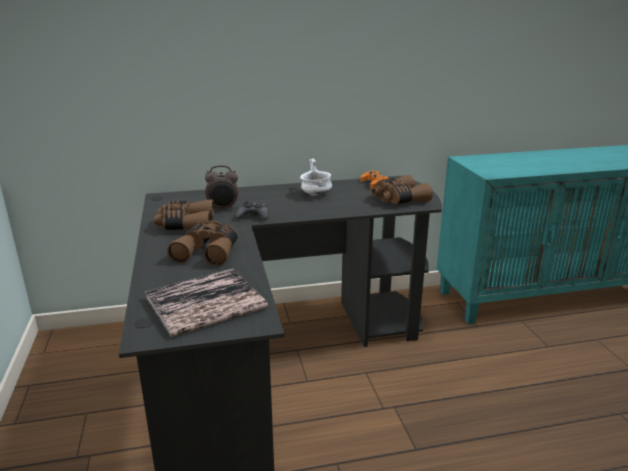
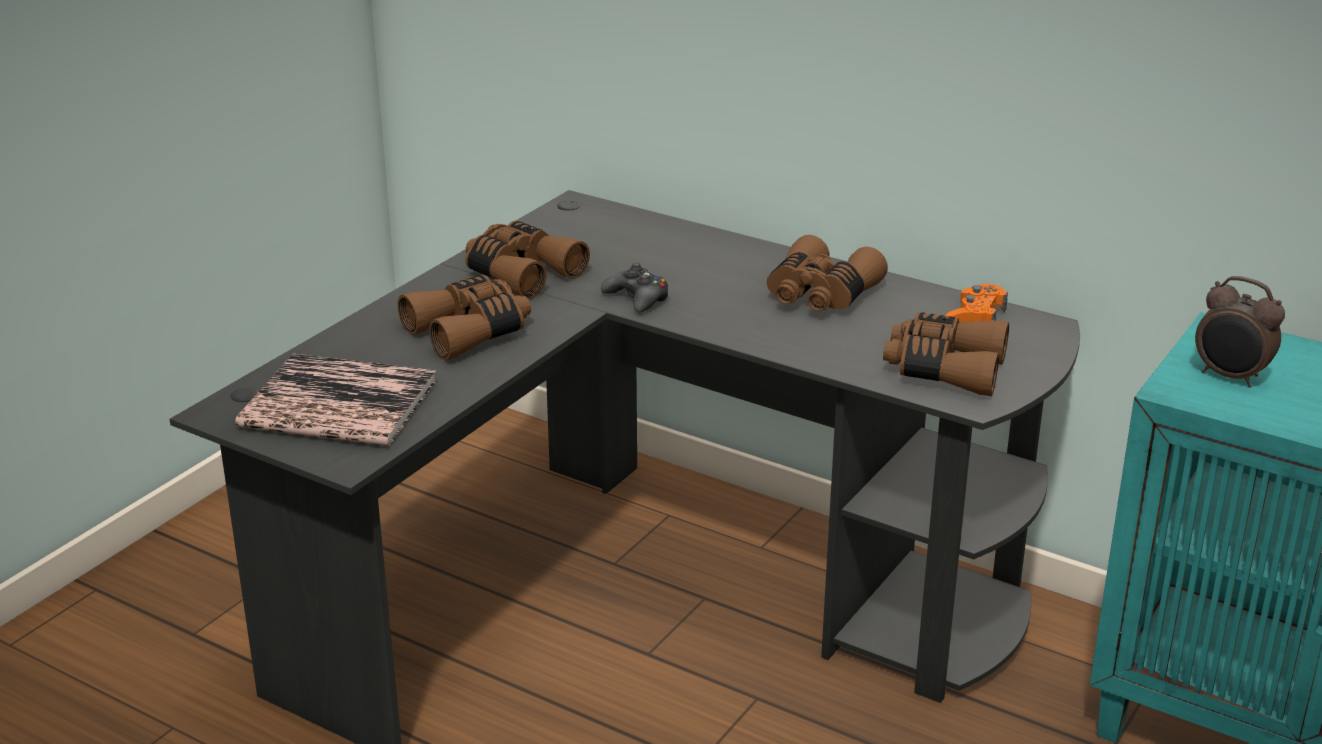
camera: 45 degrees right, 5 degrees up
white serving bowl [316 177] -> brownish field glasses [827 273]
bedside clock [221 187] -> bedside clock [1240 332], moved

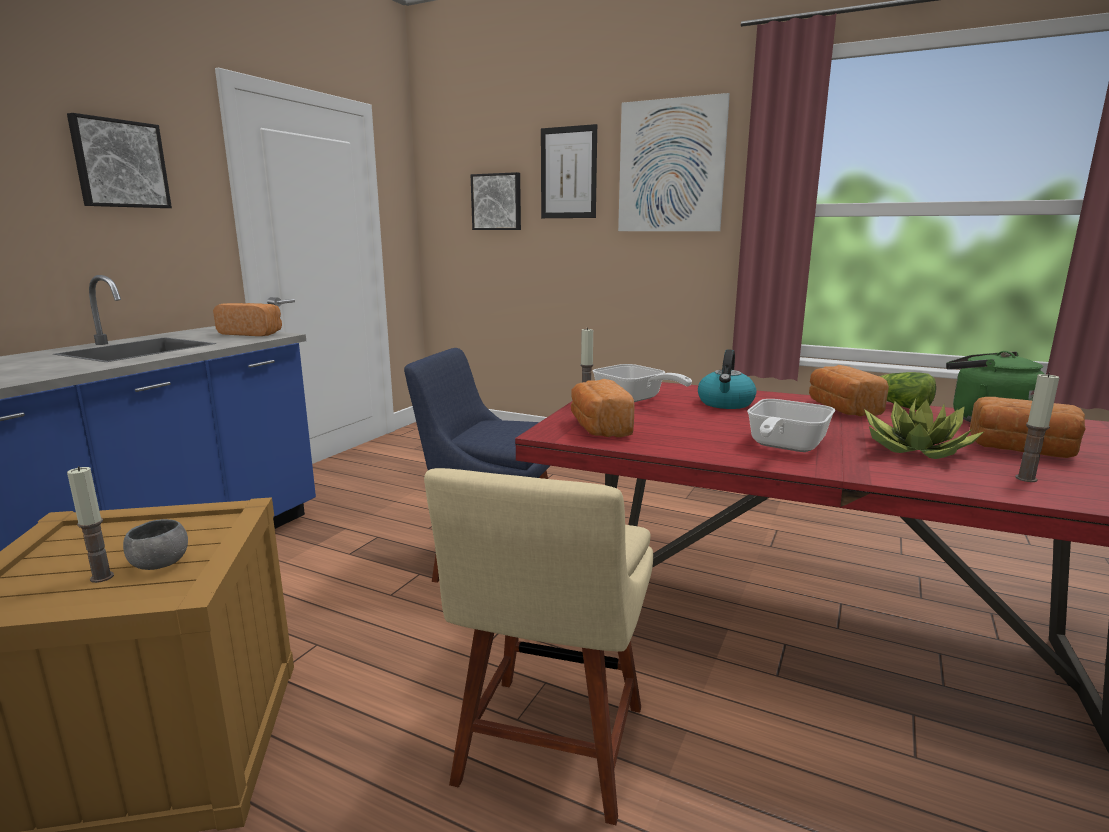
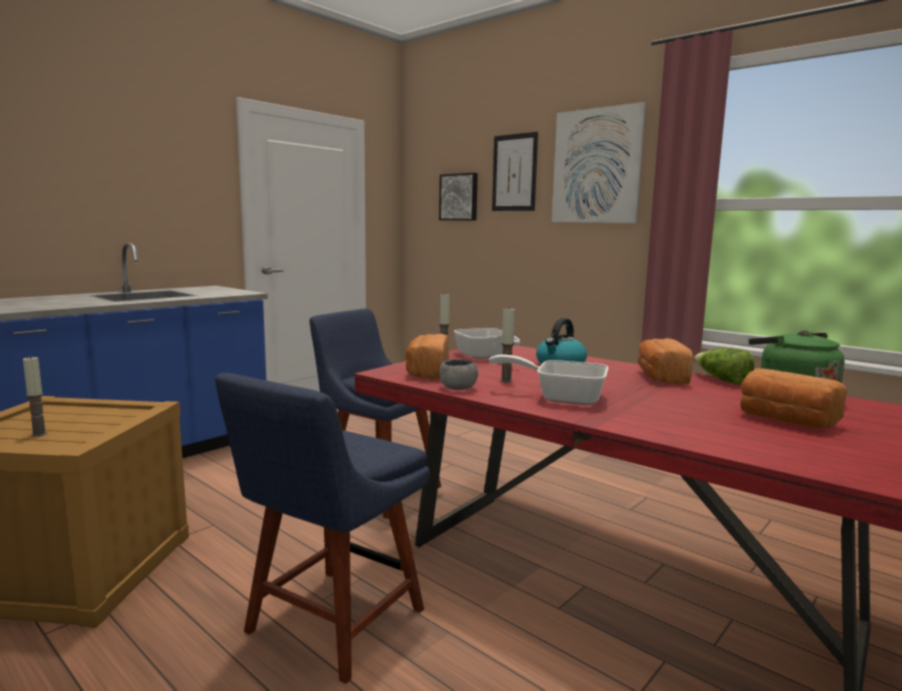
camera: 15 degrees right, 5 degrees down
beige-coloured upright chair [538 646] -> bluish upright chair [322 528]
grey serving bowl [155 544] -> grey serving bowl [458 374], moved
pan [791 425] -> pan [548 380], 60 degrees clockwise
candle [1037 427] -> candle [507 345], moved
picture [119 160] -> none
baked bread [247 319] -> none
houseplant [923 429] -> none

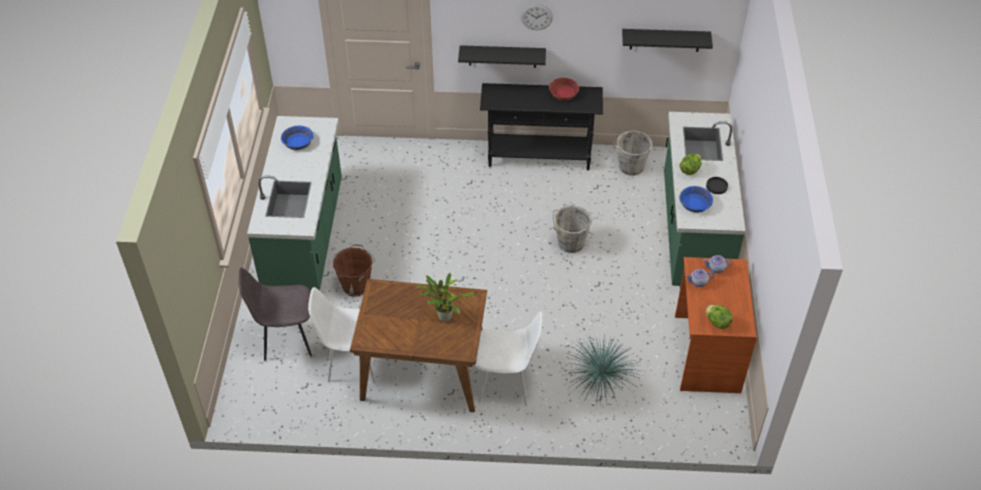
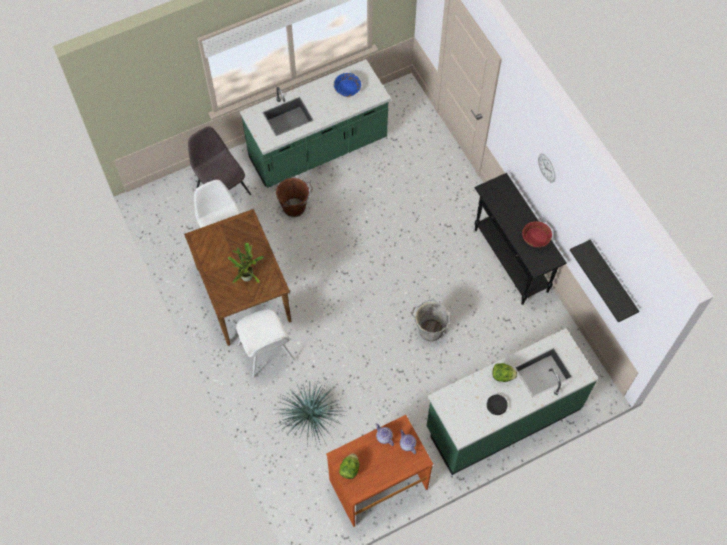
camera: 60 degrees right, 15 degrees up
blackish bracket shelf [502 56] -> none
grey bucket [632 153] -> none
bluish serving bowl [696 199] -> none

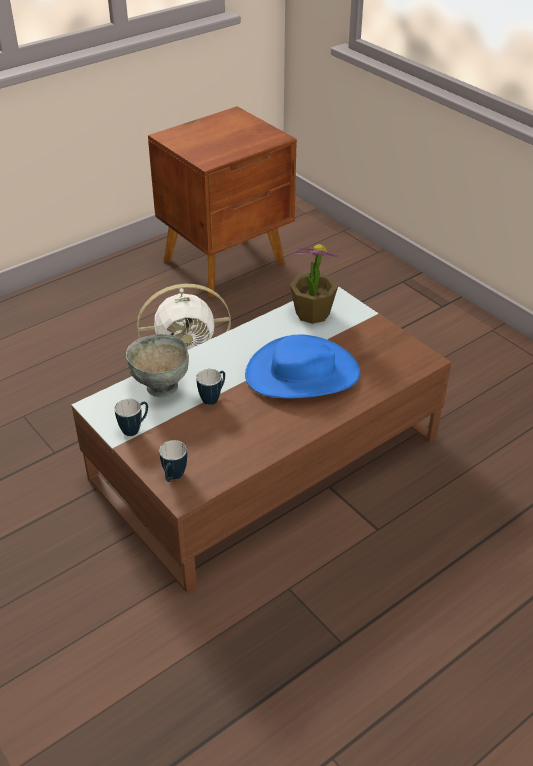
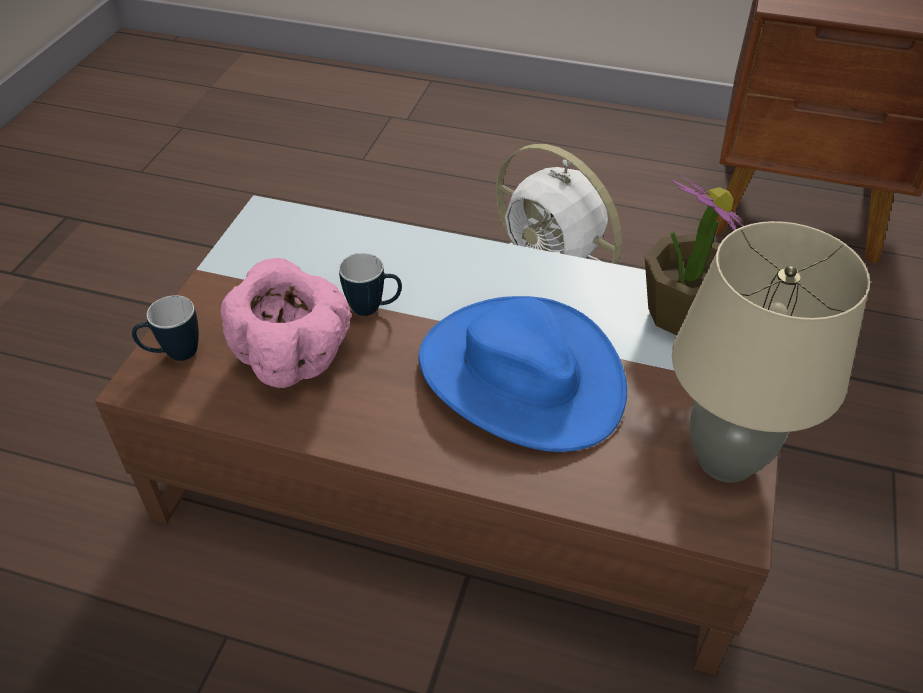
camera: 55 degrees right, 5 degrees up
none -> pink serving bowl [285 323]
none -> beige-coloured tabletop lamp [771 352]
mug [131 417] -> none
grey serving bowl [157 365] -> none

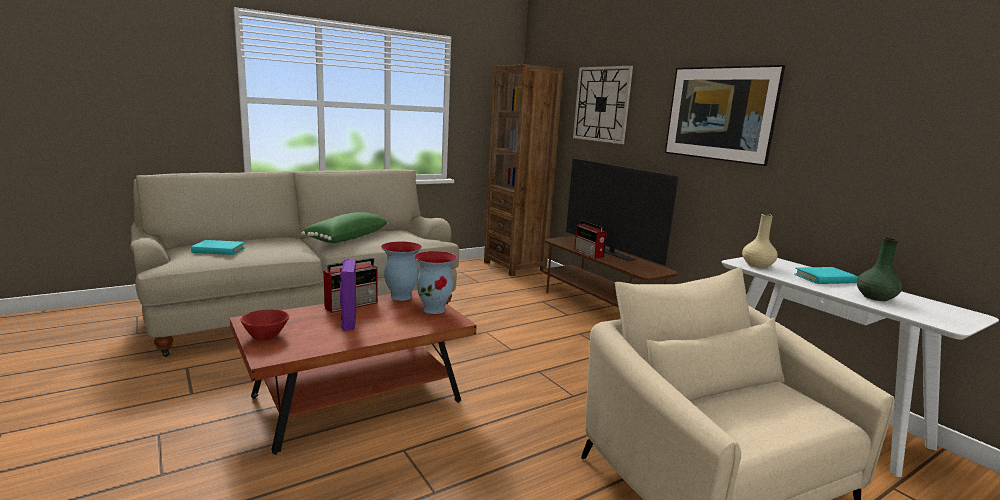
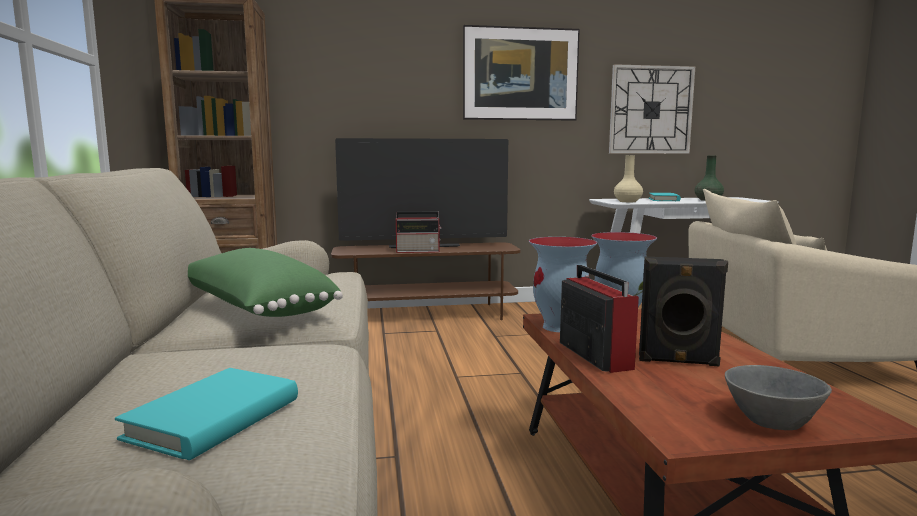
camera: 65 degrees left, 5 degrees down
hanging clock [603 105] -> hanging clock [652 109], moved
purplish speaker [348 295] -> blackish speaker [683 312]
red serving bowl [265 325] -> grey serving bowl [778 397]

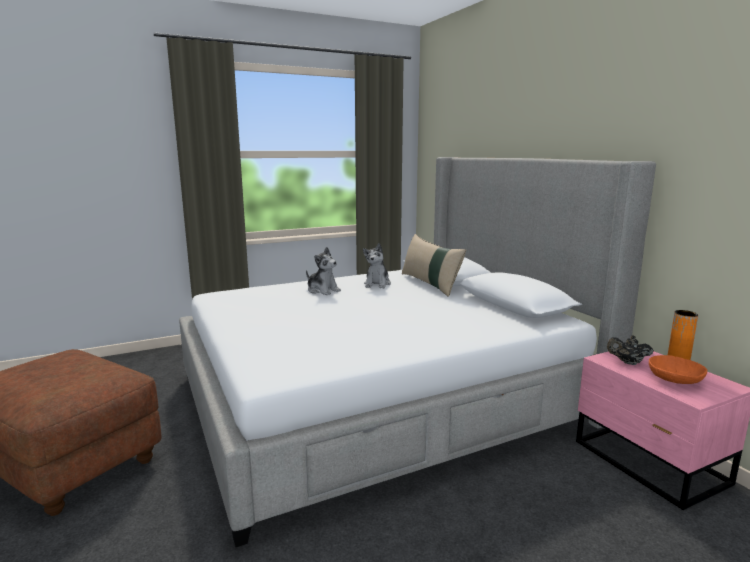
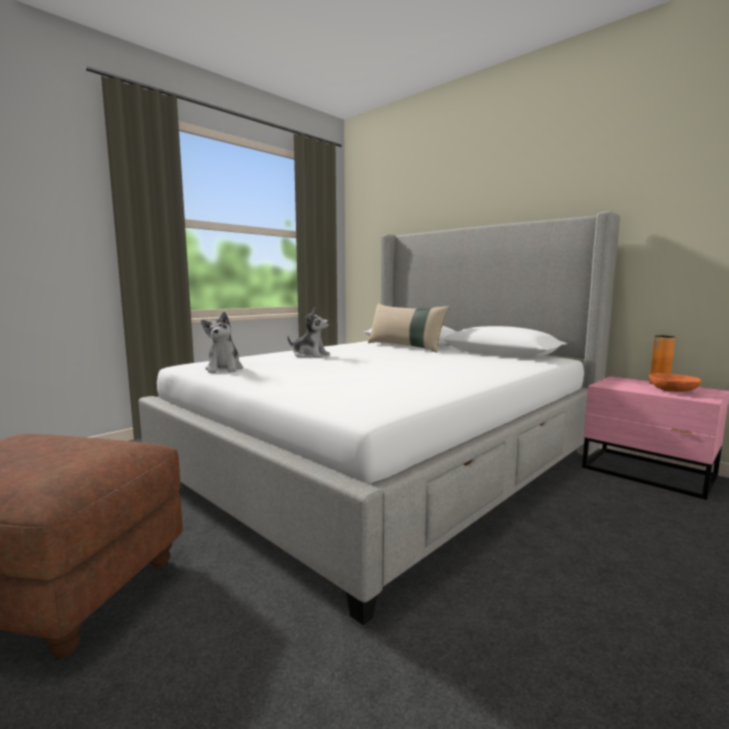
camera: 20 degrees left, 5 degrees down
plush toy [377 265] -> plush toy [222 342], moved
blackish tea pot [630 350] -> none

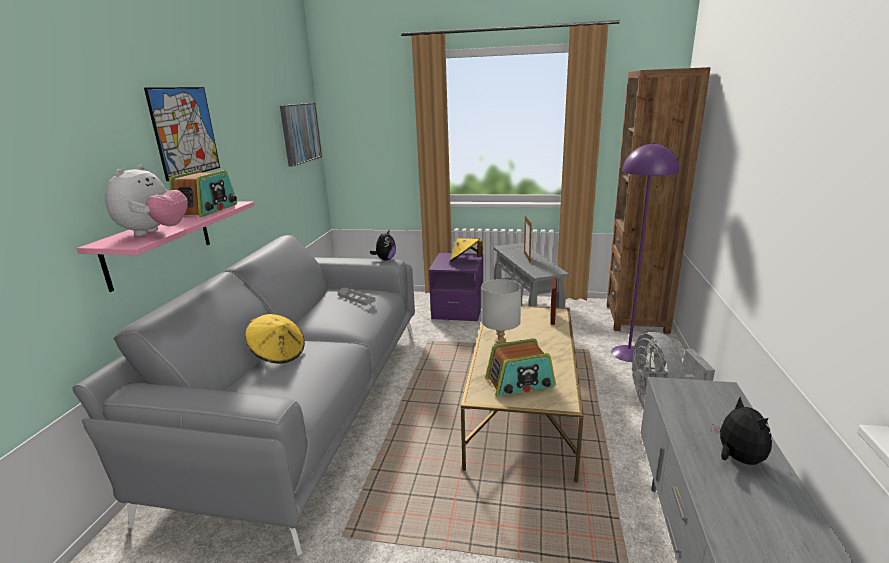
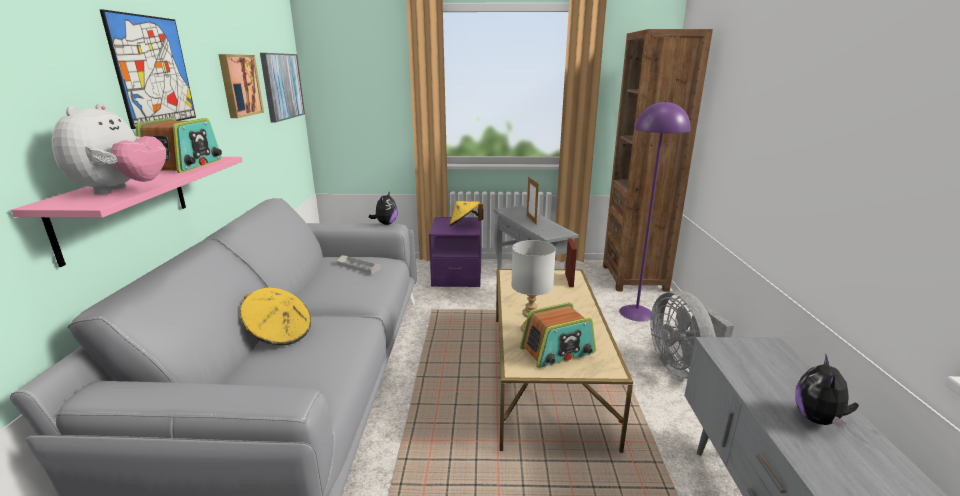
camera: 10 degrees left, 0 degrees up
none -> picture [241 86]
plush toy [742 431] -> plush toy [827 392], 135 degrees counterclockwise

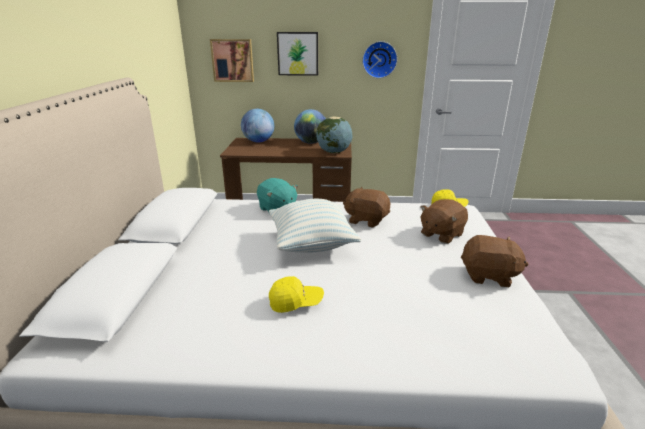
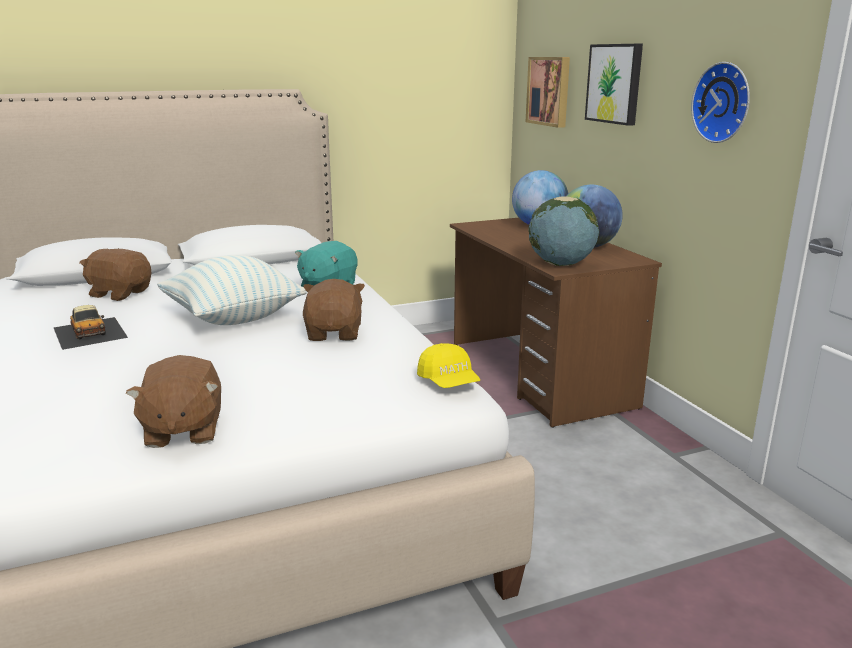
camera: 65 degrees right, 5 degrees down
yellow baseball cap [296 294] -> toy car [91 327]
brownish plush toy [444 221] -> brownish plush toy [115 274], moved

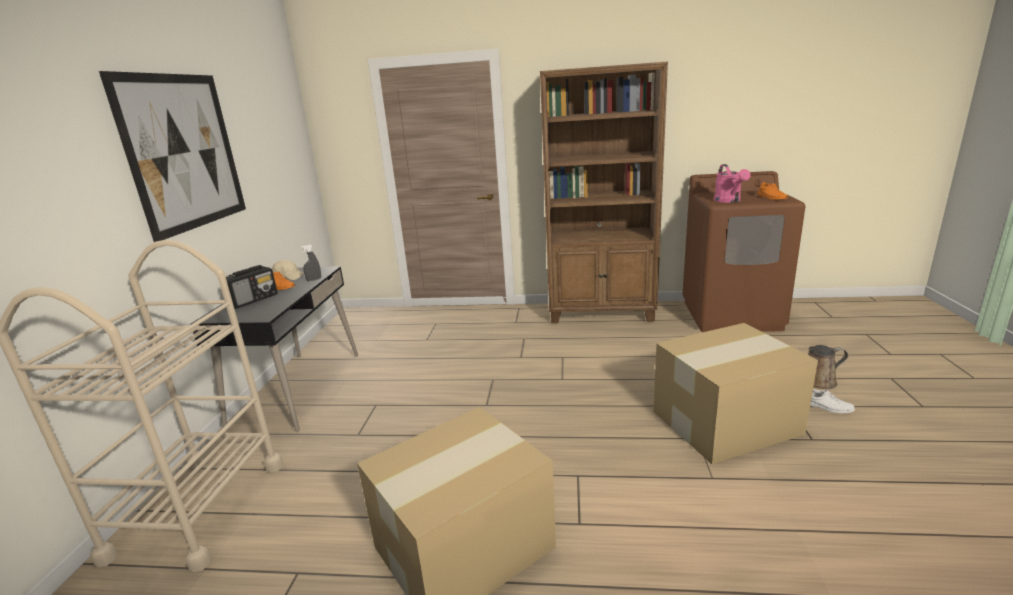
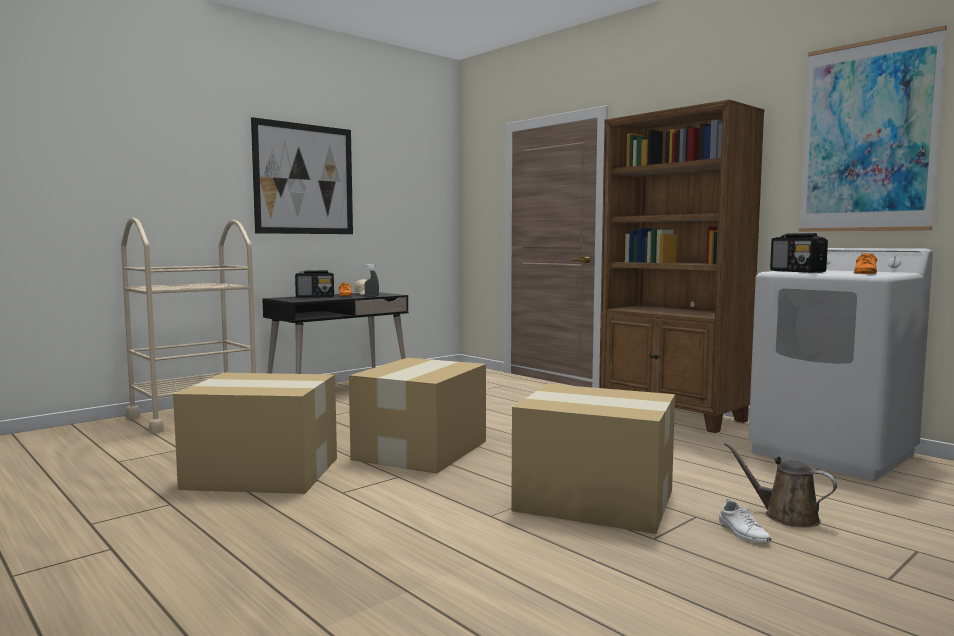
camera: 40 degrees right, 15 degrees down
none -> cardboard box [417 416]
brownish washing machine [743 251] -> white washing machine [840 364]
pink watering can [732 183] -> radio [799 253]
none -> picture [873 129]

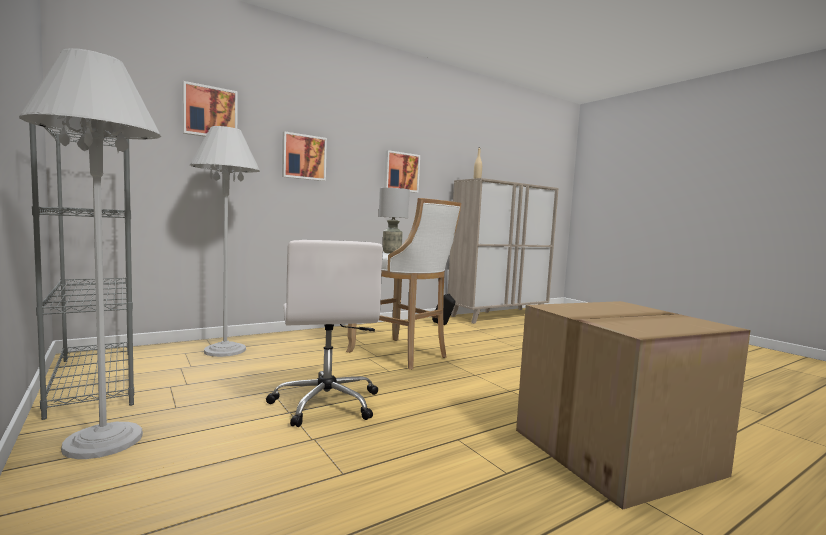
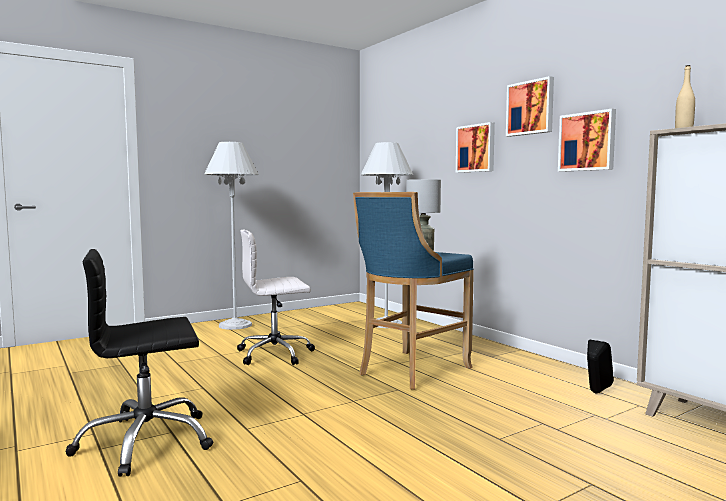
camera: 90 degrees right, 0 degrees up
cardboard box [633 405] -> blackish computer chair [139 363]
white stool seat [404 284] -> bluish stool seat [413 291]
picture [210 109] -> picture [530 106], moved
grey bookshelf [81 271] -> none

